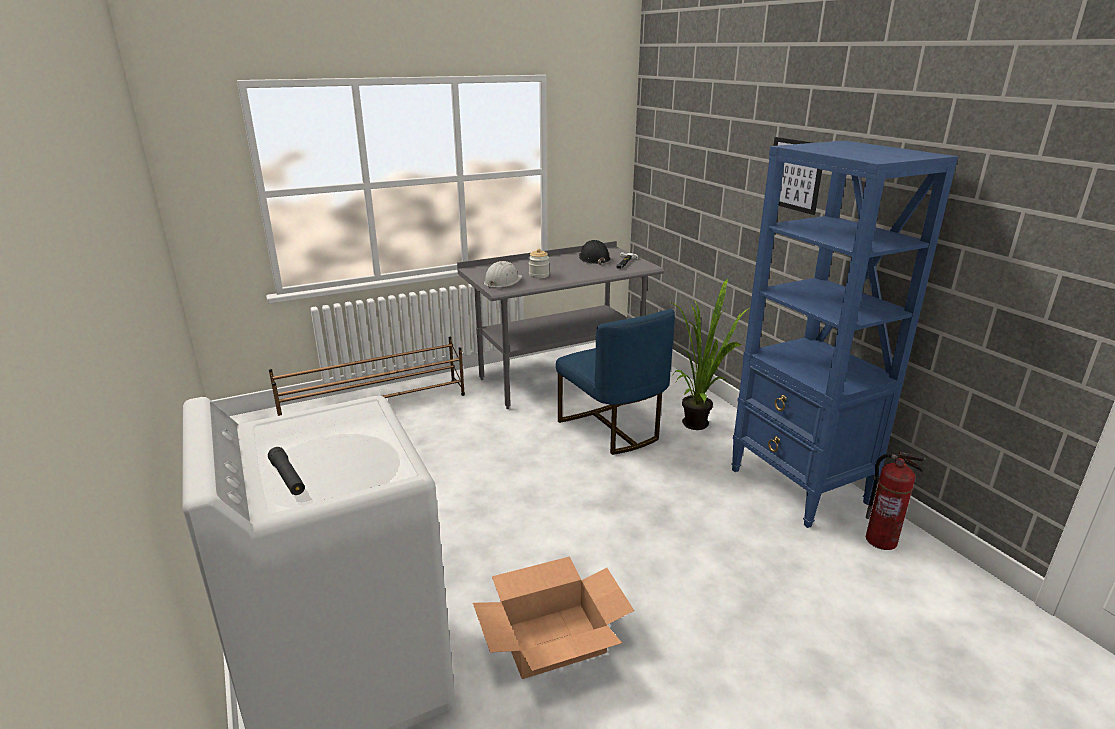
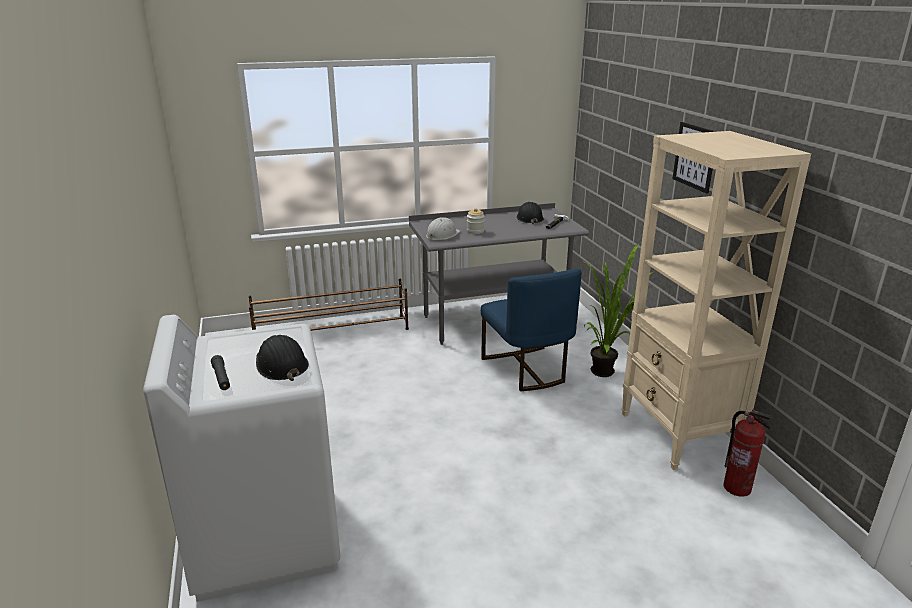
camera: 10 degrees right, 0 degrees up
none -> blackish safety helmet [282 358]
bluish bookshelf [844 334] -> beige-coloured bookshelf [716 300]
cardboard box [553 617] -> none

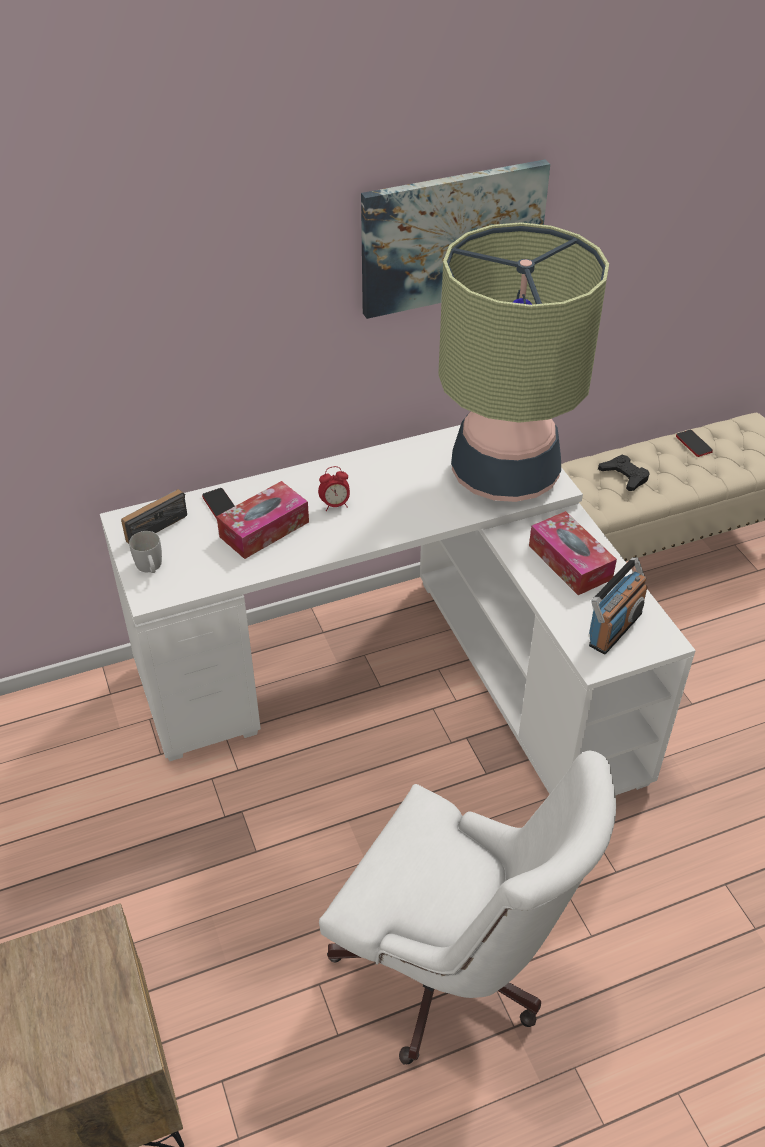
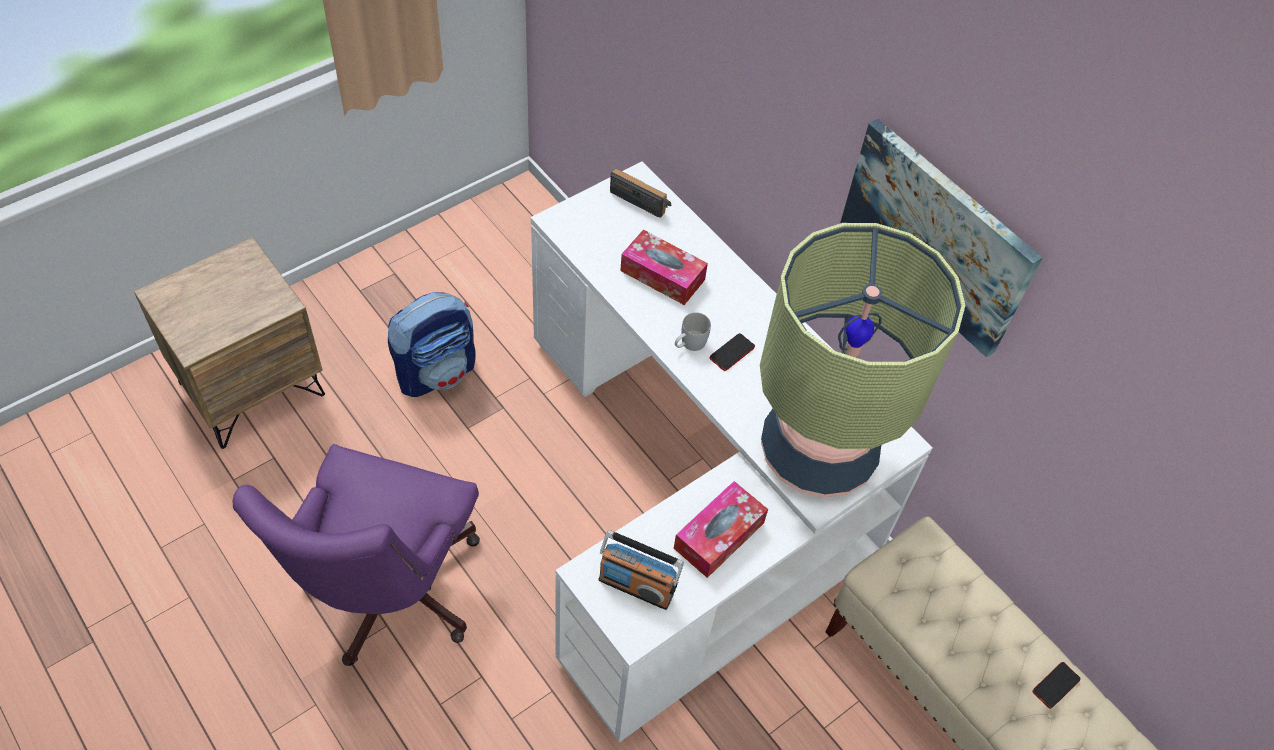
camera: 70 degrees right, 10 degrees up
white computer chair [467 907] -> purplish computer chair [356 555]
none -> backpack [432 344]
white mug [145 552] -> white mug [693 331], moved
phone [218 503] -> phone [732 352], moved
bedside clock [334 488] -> none
blackish joypad [624 473] -> none

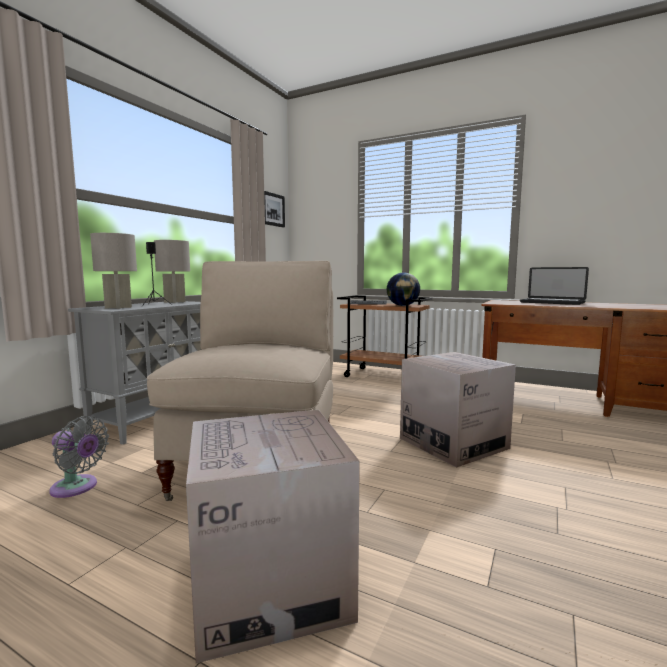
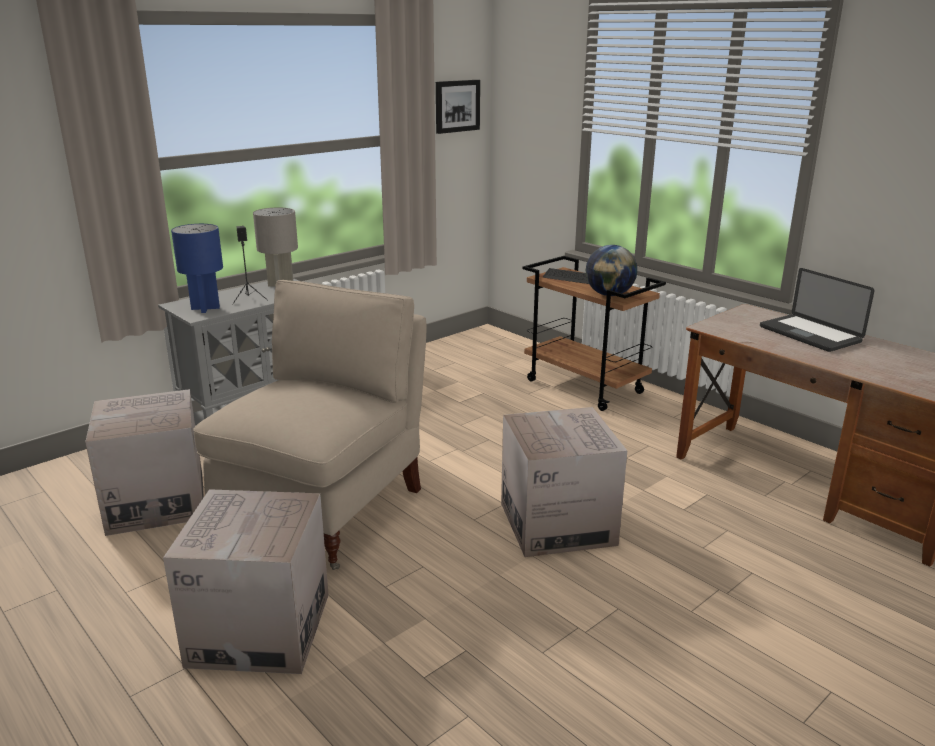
camera: 20 degrees right, 15 degrees up
grey electric fan [79 457] -> cardboard box [144 462]
grey tabletop lamp [113 271] -> bluish tabletop lamp [197 268]

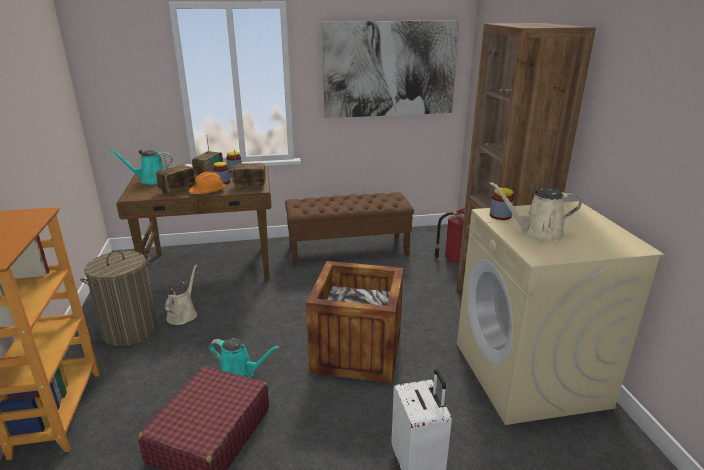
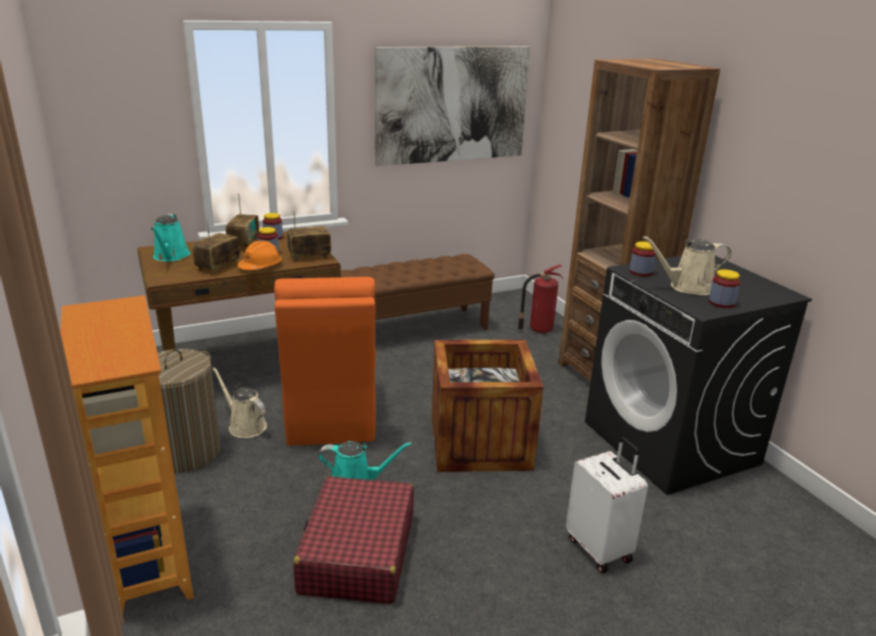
camera: 15 degrees left, 0 degrees up
blue-green watering can [140 166] -> blue-green watering can [170 237], 75 degrees counterclockwise
beige-coloured watering can [181 294] -> beige-coloured watering can [239 402], 45 degrees counterclockwise
none -> orange upright chair [325 361]
beige-coloured washing machine [560 313] -> blackish washing machine [698 375]
none -> jar [724 288]

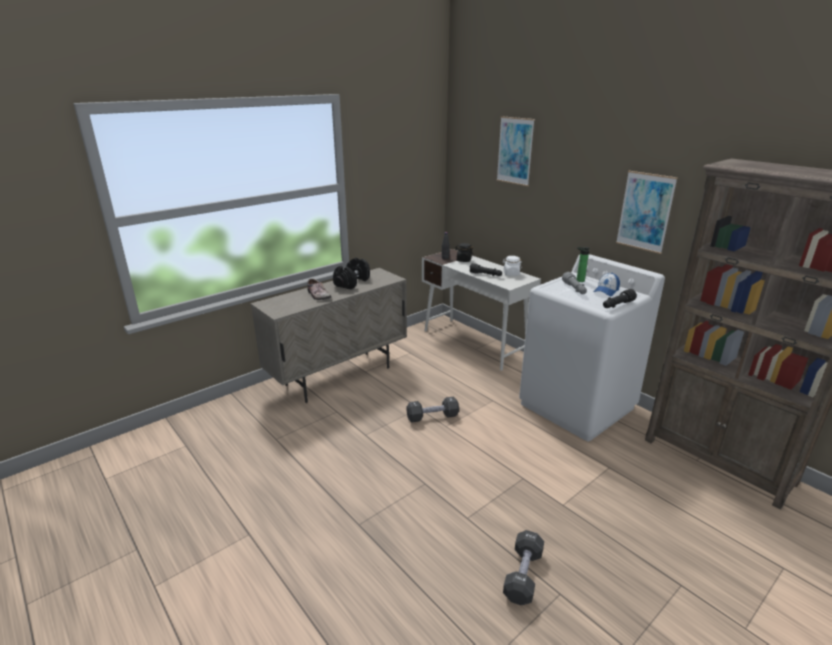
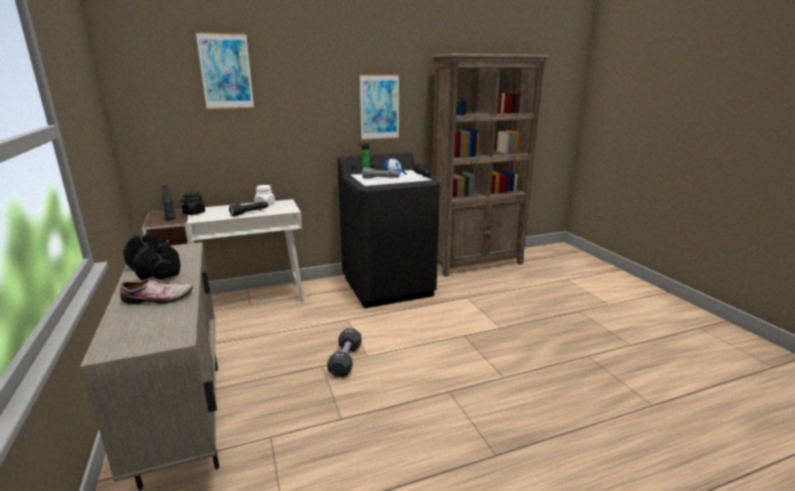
camera: 70 degrees left, 5 degrees down
white washing machine [592 348] -> blackish washing machine [389 230]
blackish dumbbell [523 567] -> none

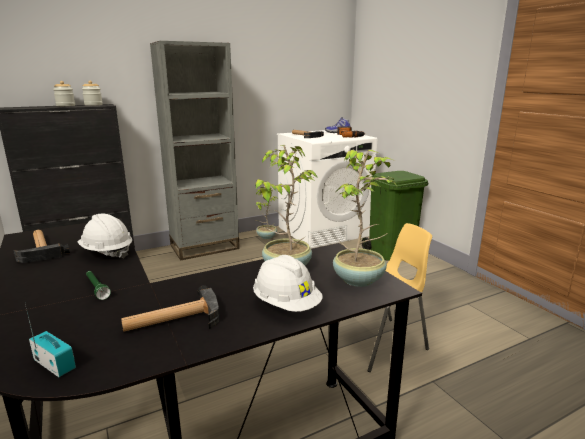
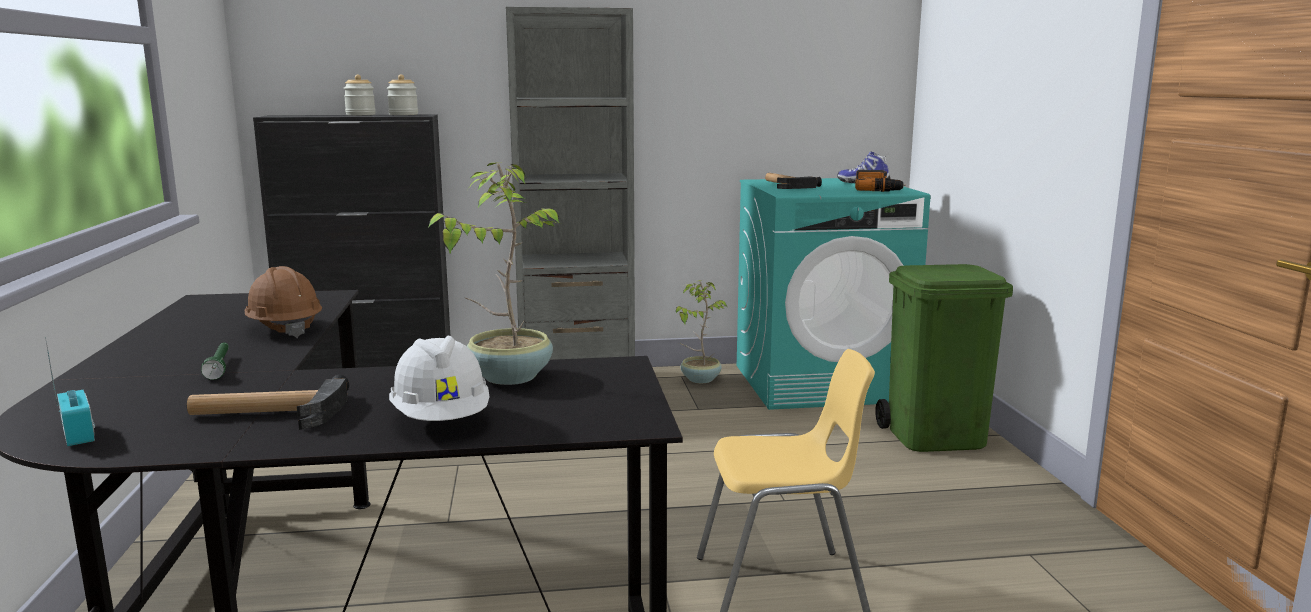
camera: 20 degrees right, 5 degrees down
white safety helmet [104 236] -> brownish safety helmet [283 302]
white washing machine [327 189] -> blue-green washing machine [833 294]
hammer [41 246] -> none
houseplant [365 218] -> none

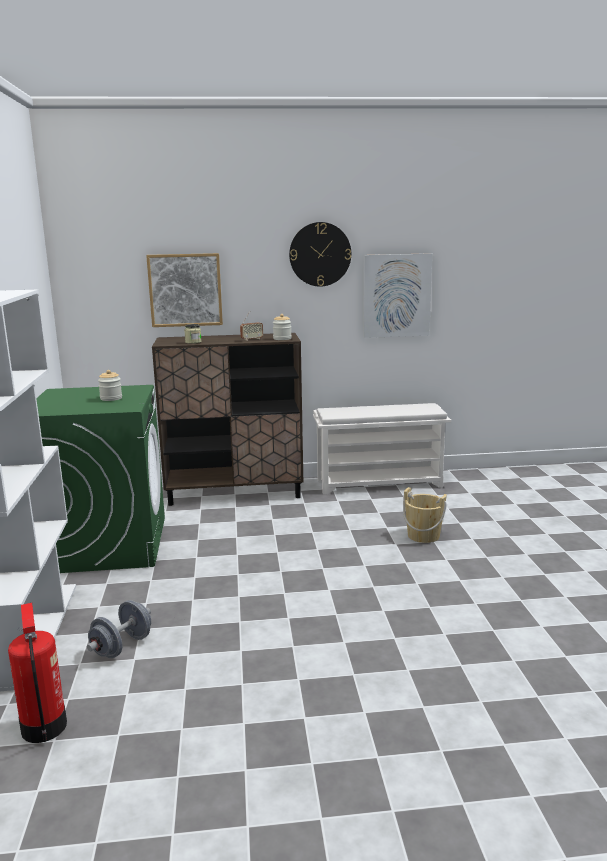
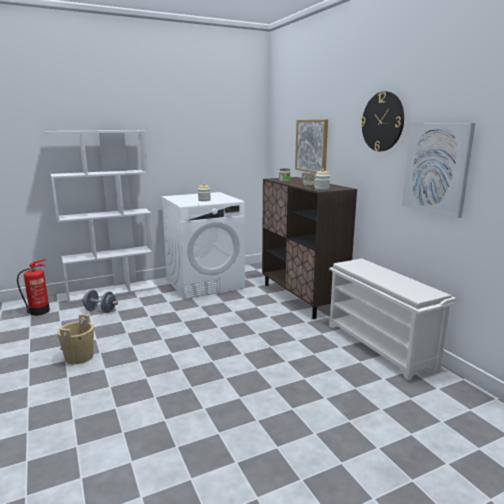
camera: 70 degrees right, 0 degrees up
beige-coloured bucket [425 515] -> beige-coloured bucket [75 339], moved
greenish washing machine [100 479] -> white washing machine [203 245]

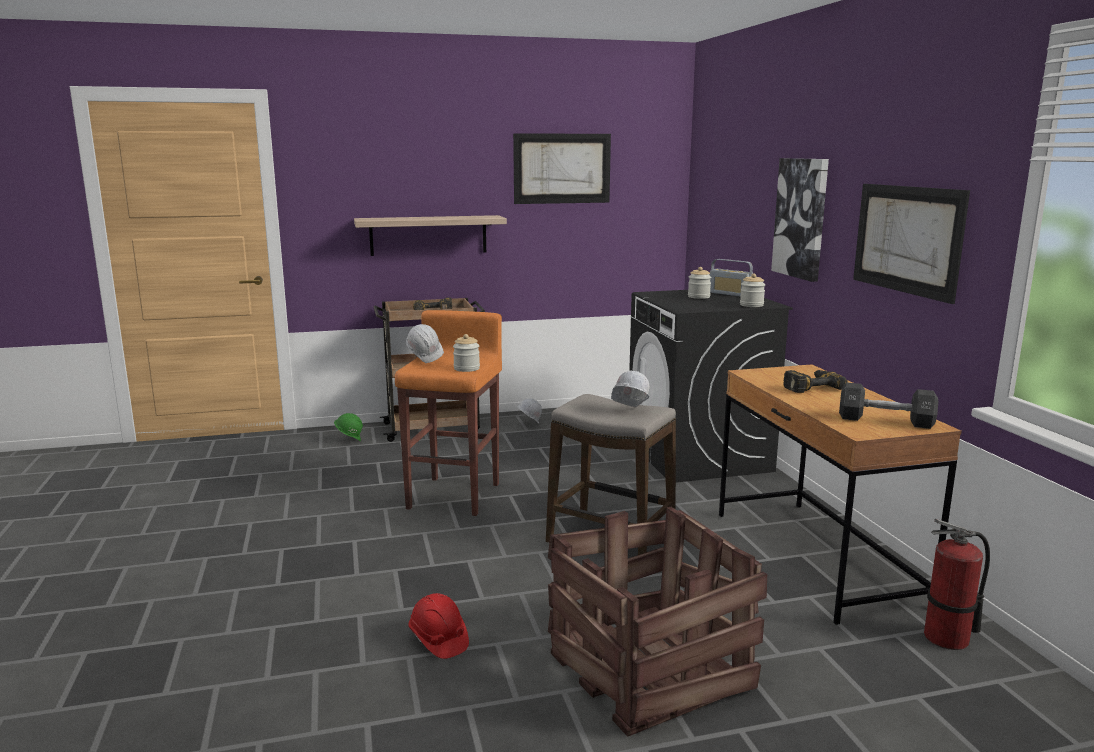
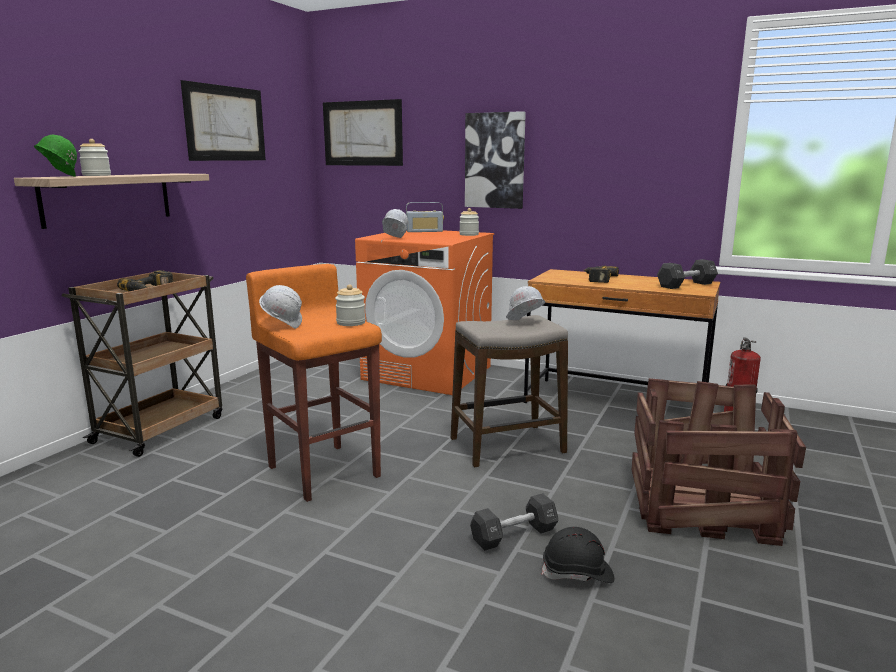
camera: 50 degrees left, 0 degrees up
greenish safety helmet [348 427] -> greenish safety helmet [55 156], moved
jar [699 283] -> jar [94 157], moved
picture [911 244] -> picture [363 132], moved
blackish washing machine [711 386] -> orange washing machine [424 312]
white safety helmet [529 410] -> white safety helmet [395 223], moved
none -> blackish dumbbell [514 522]
red safety helmet [438 626] -> blackish safety helmet [578 555]

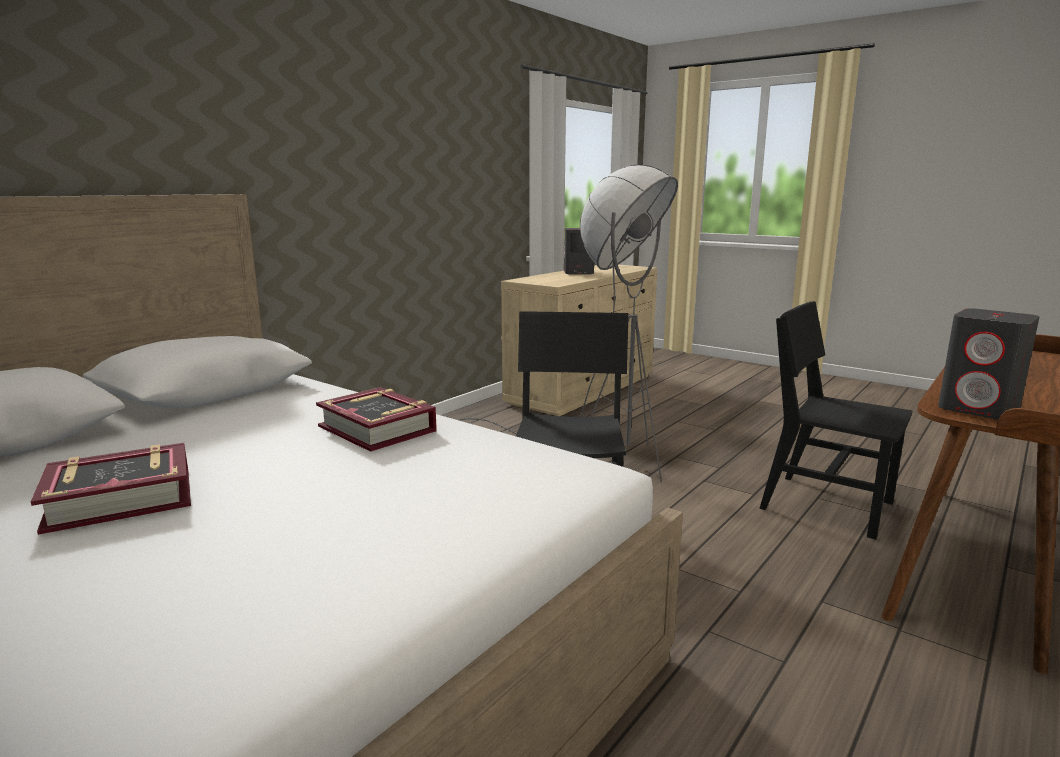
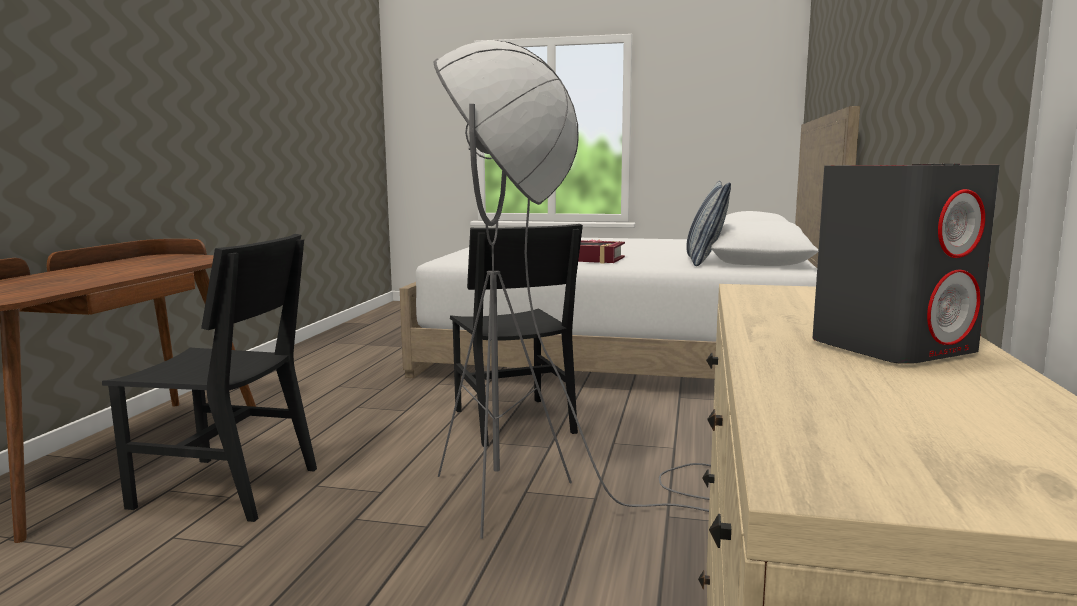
camera: 155 degrees right, 5 degrees down
none -> throw pillow [708 223]
book [111 489] -> none
grey speaker [989 364] -> none

